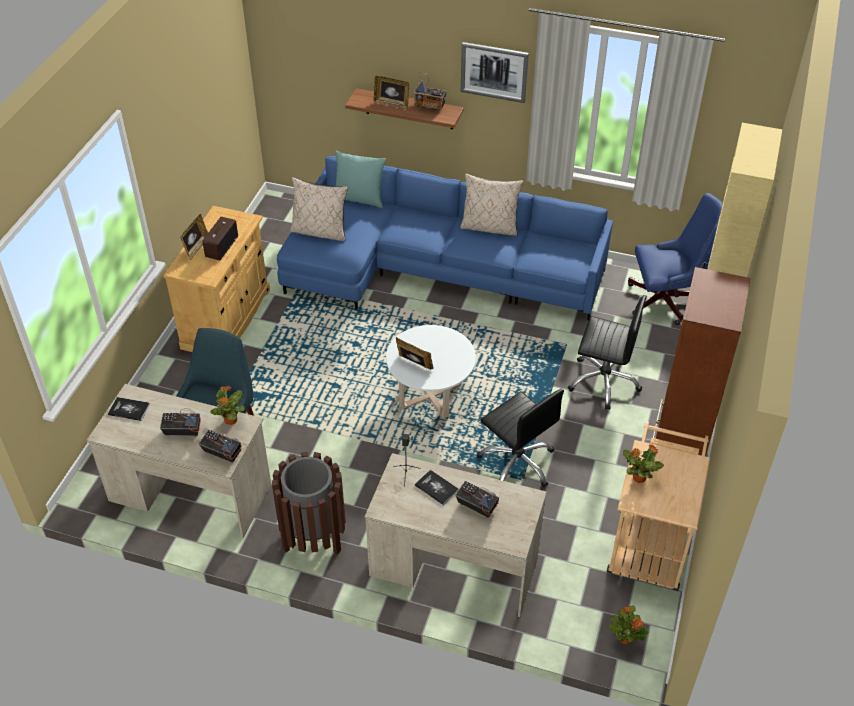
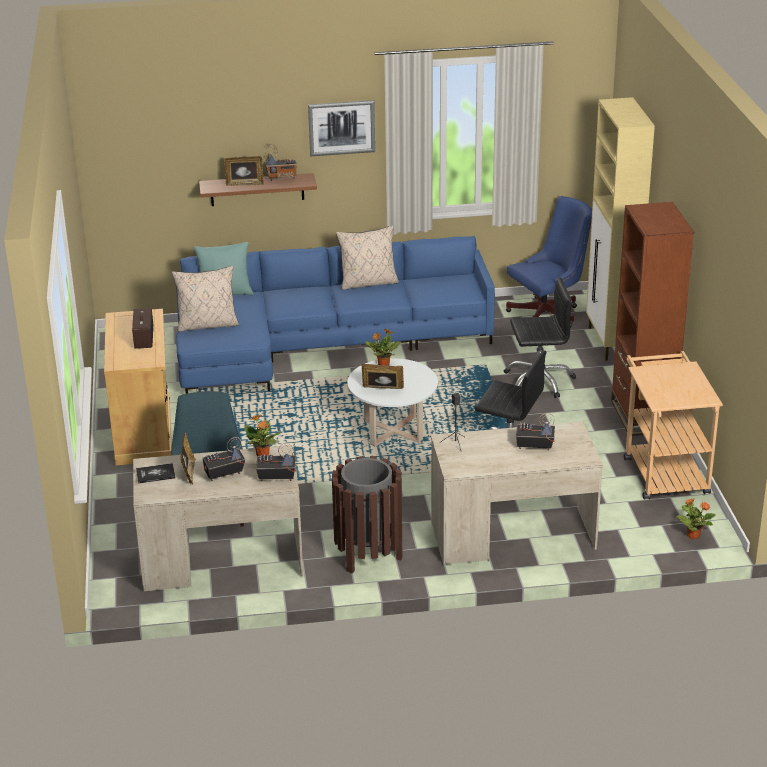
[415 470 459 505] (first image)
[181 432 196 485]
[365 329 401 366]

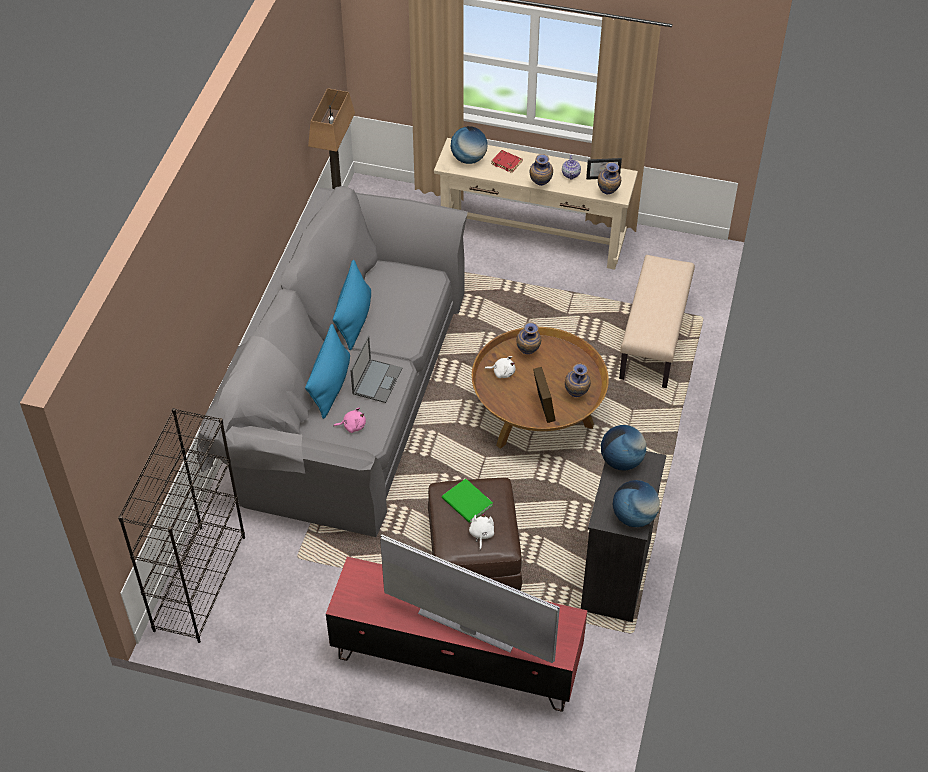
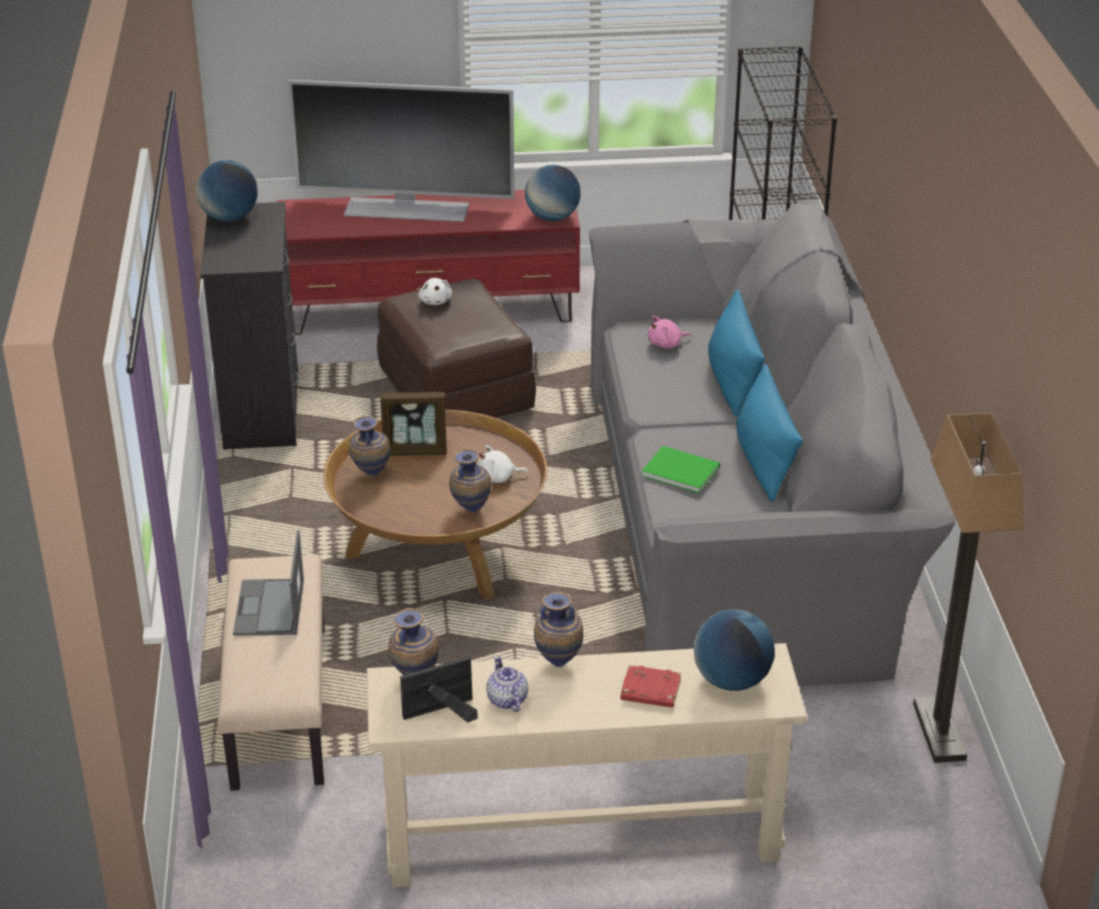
[233 530 304 636]
[642 446 720 493]
[525 165 581 221]
[380 392 447 456]

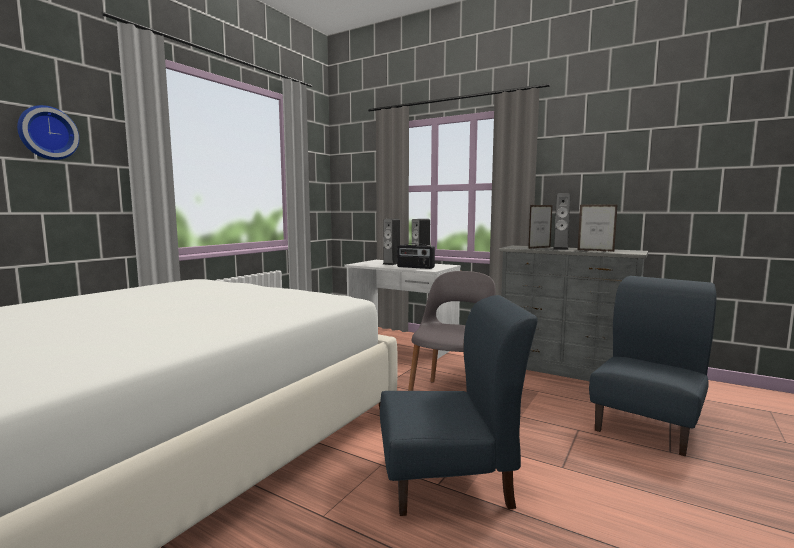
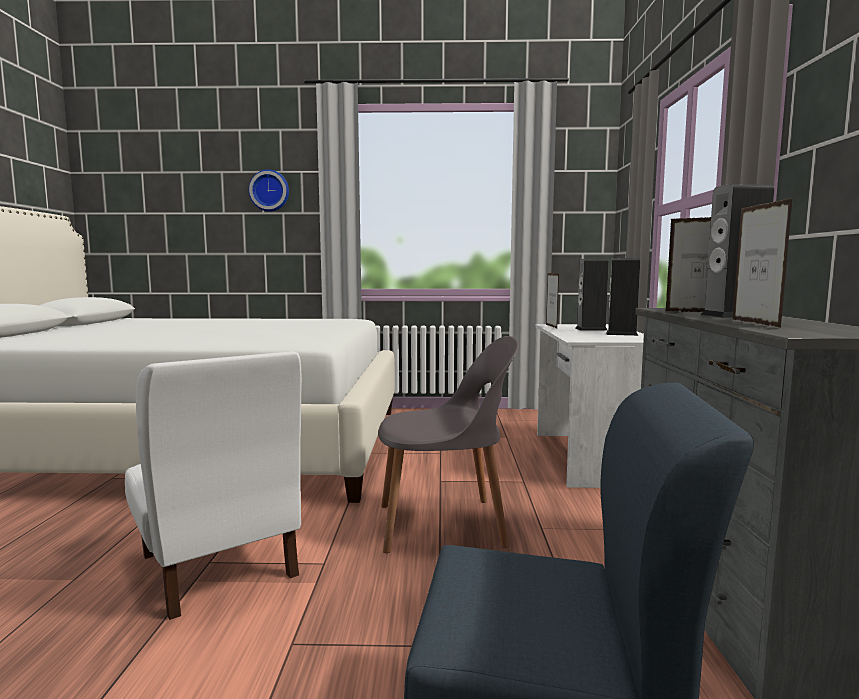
[397 243 435 269] (first image)
[546 273 559 329]
[125 351 302 620]

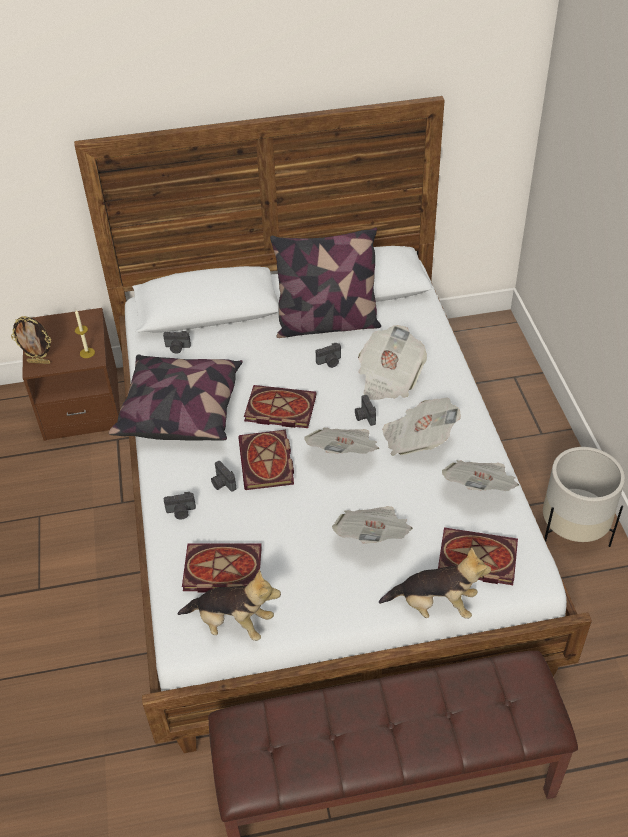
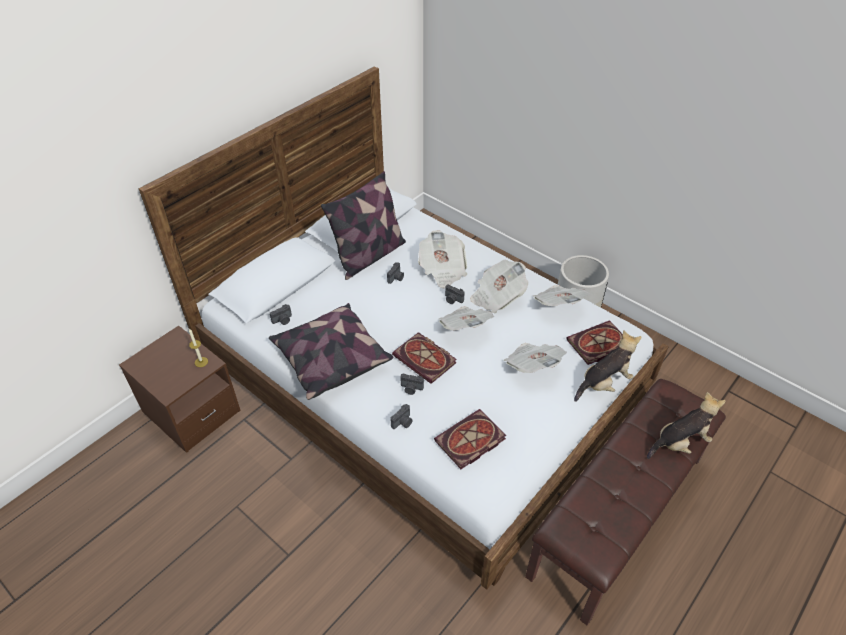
[11 316 51 364] (first image)
[244 385 316 428] (first image)
[647 392 725 459]

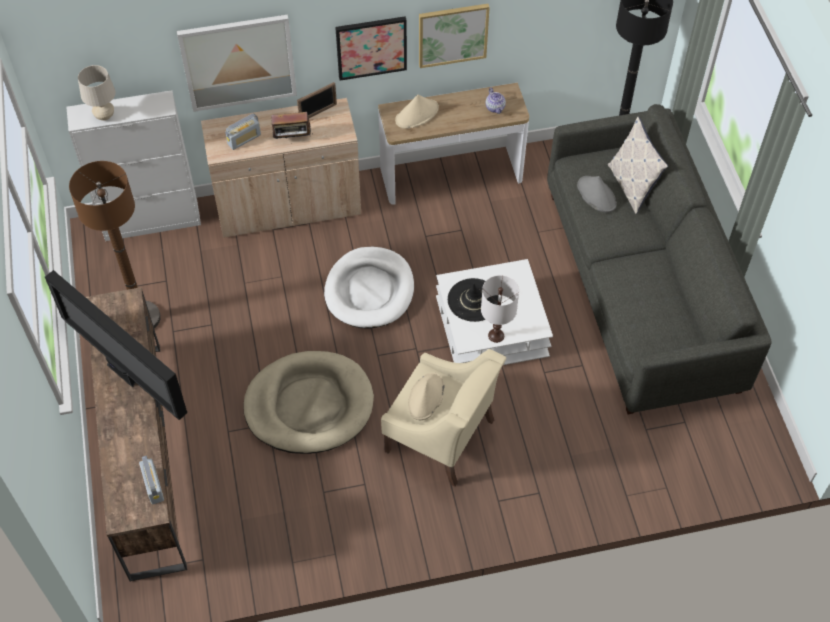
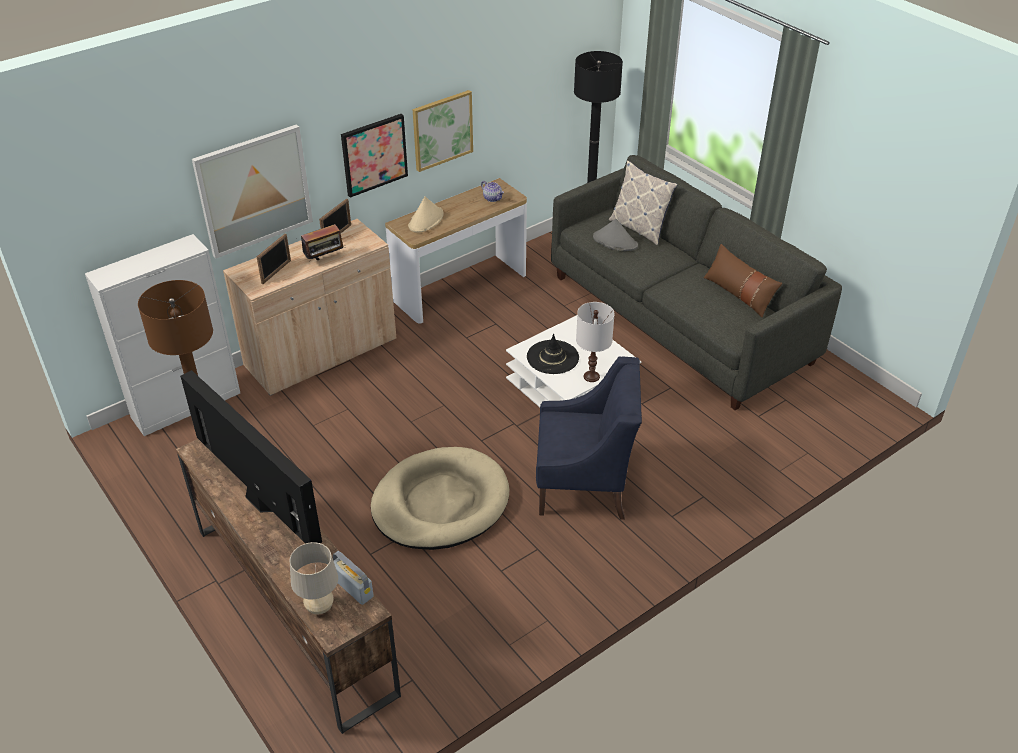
[324 247 414 329] (first image)
[408 372 445 420] (first image)
[704 244 782 318]
[290 542 338 615]
[257 234 291 284]
[536 357 642 520]
[180 370 322 544]

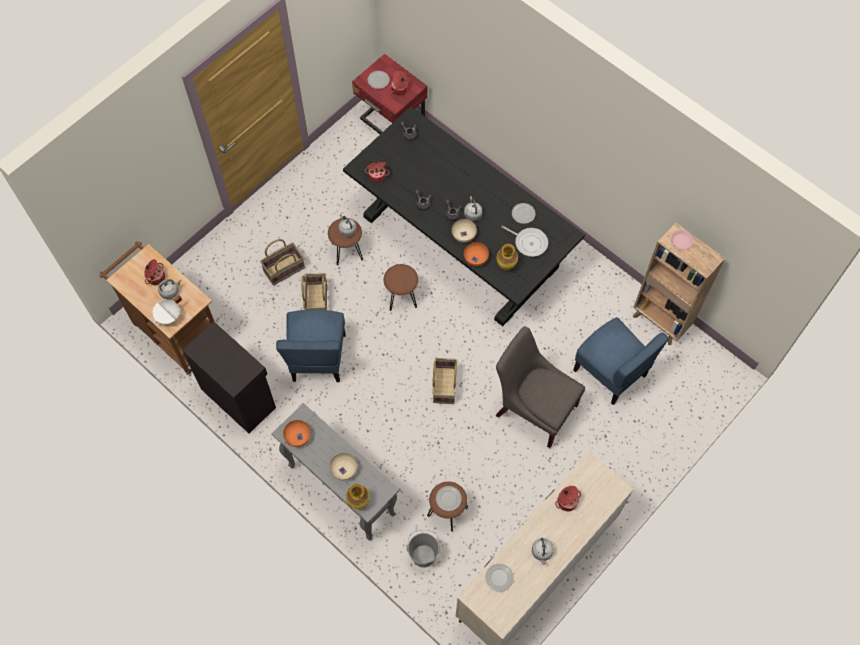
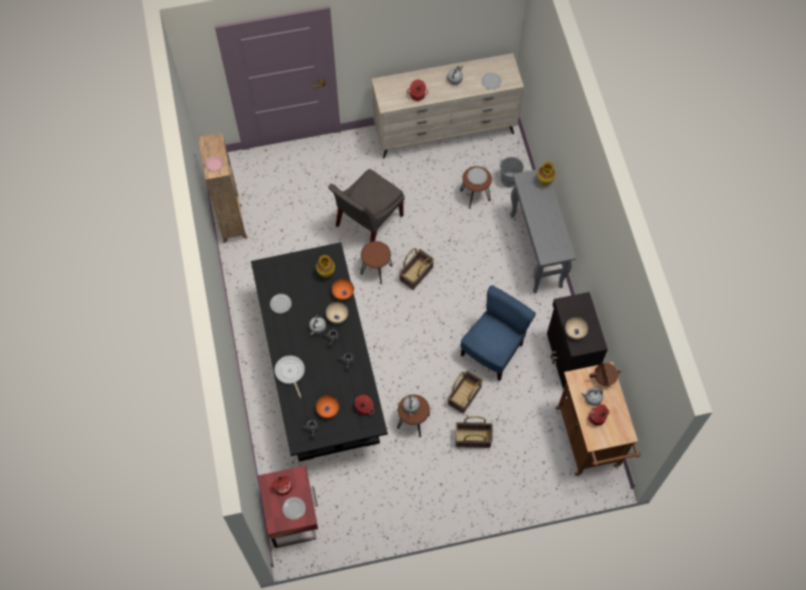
[573 317 669 405] (first image)
[316 395 339 418]
[565 317 588 339]
[360 241 393 284]
[274 355 305 398]
[589 363 621 386]
[328 169 404 242]

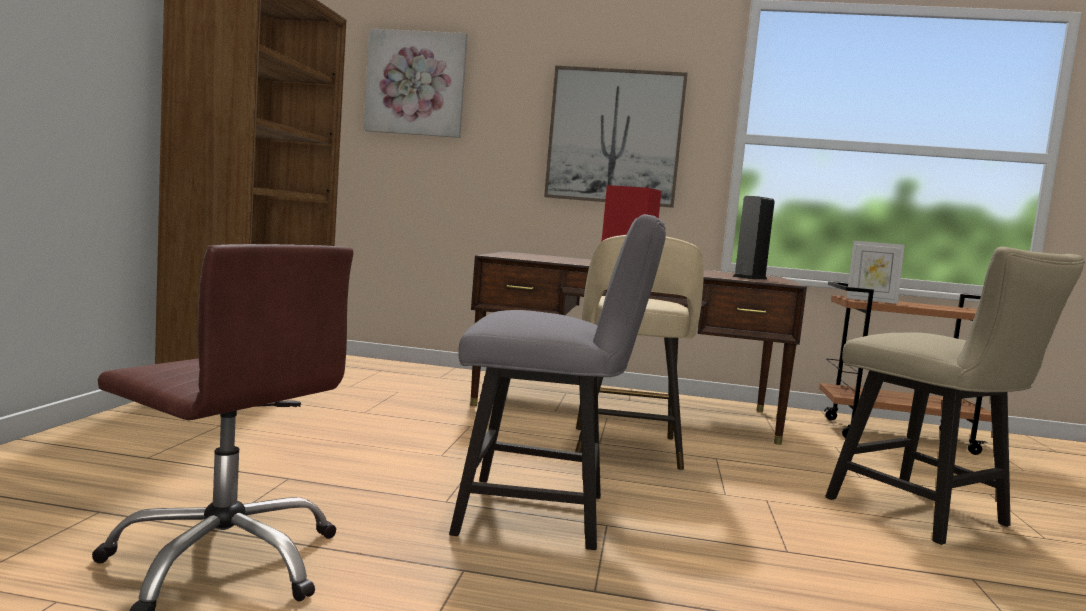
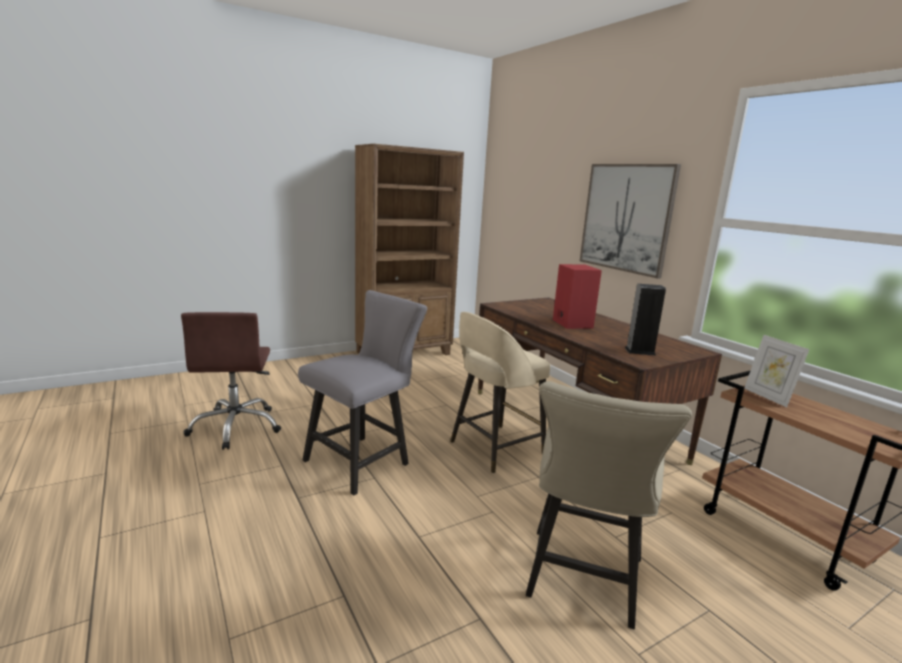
[363 28 468 138] (first image)
[298 290 427 495]

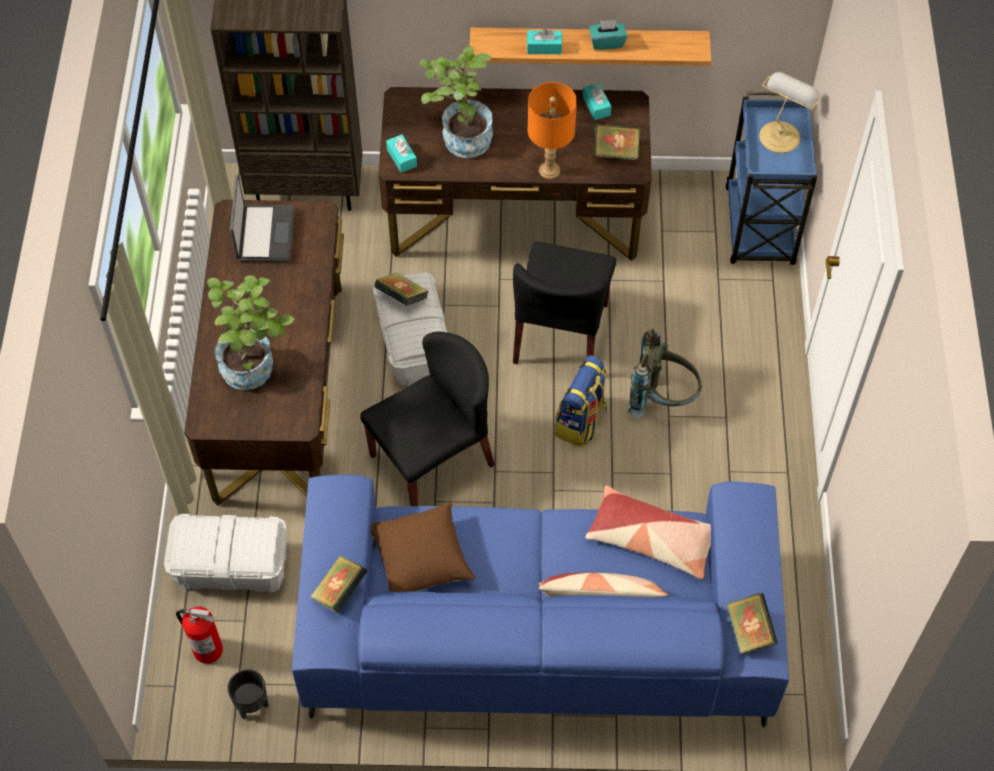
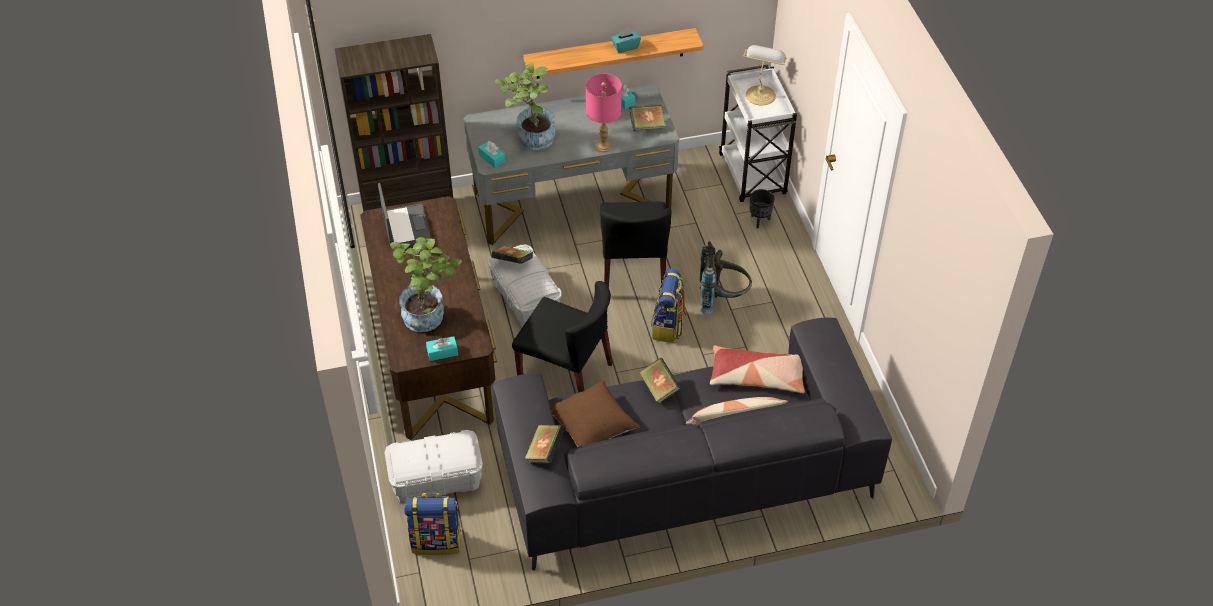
[750 189 774 229]
[426 336 458 361]
[639 358 681 404]
[404 493 462 555]
[493 318 892 570]
[464 85 679 245]
[586 74 622 152]
[719 65 797 202]
[512 281 613 392]

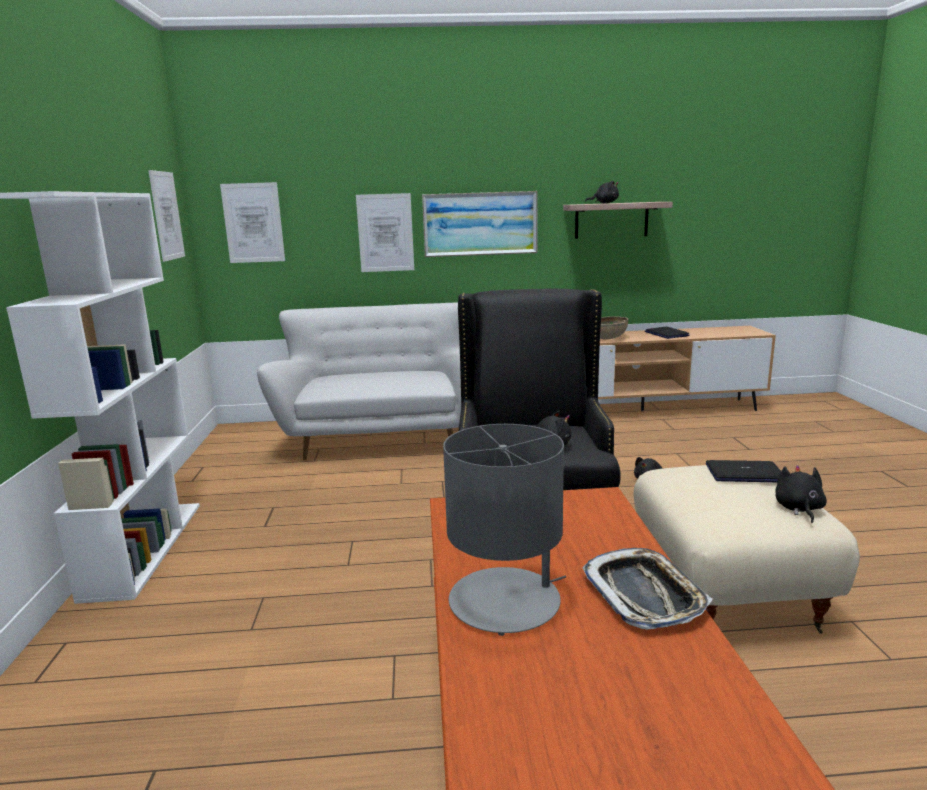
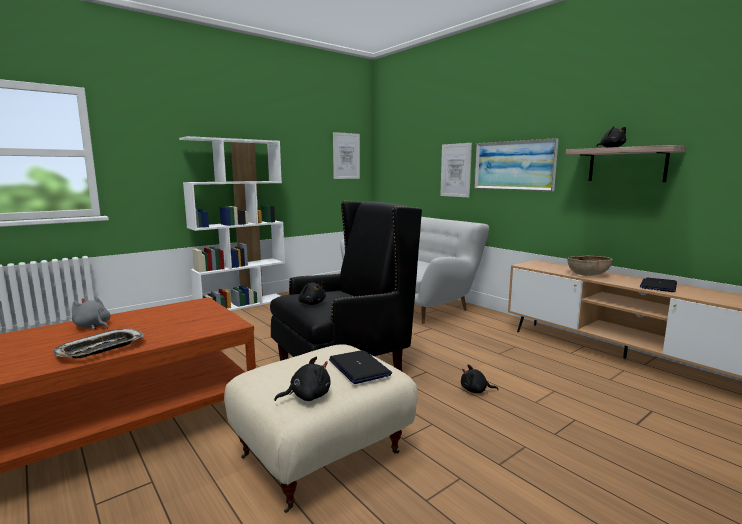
[220 182 285 263] (first image)
[72 296 111 329]

